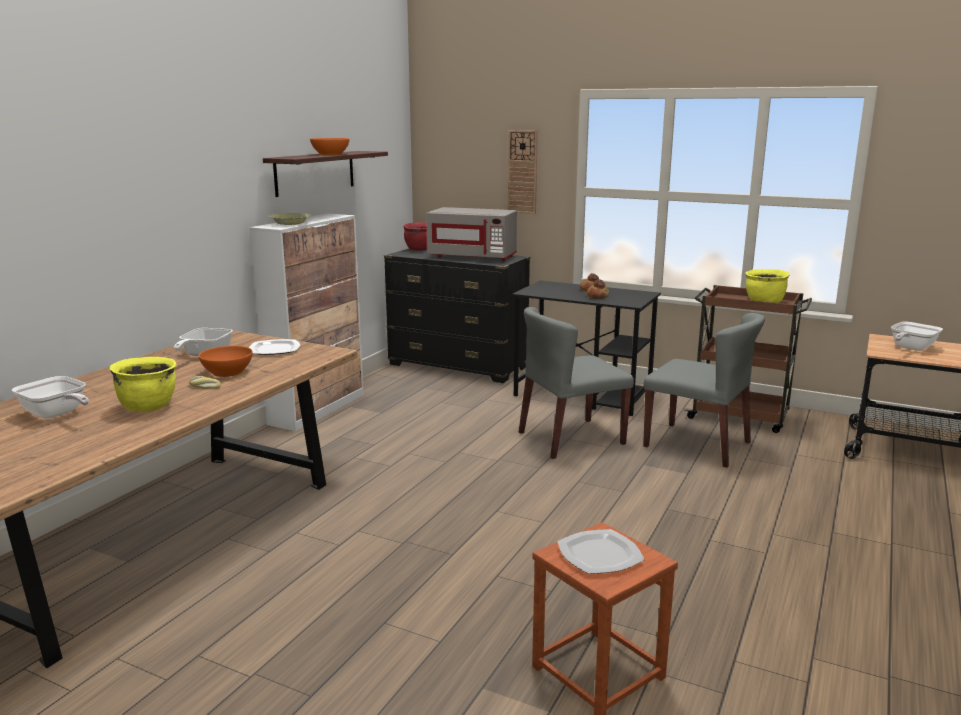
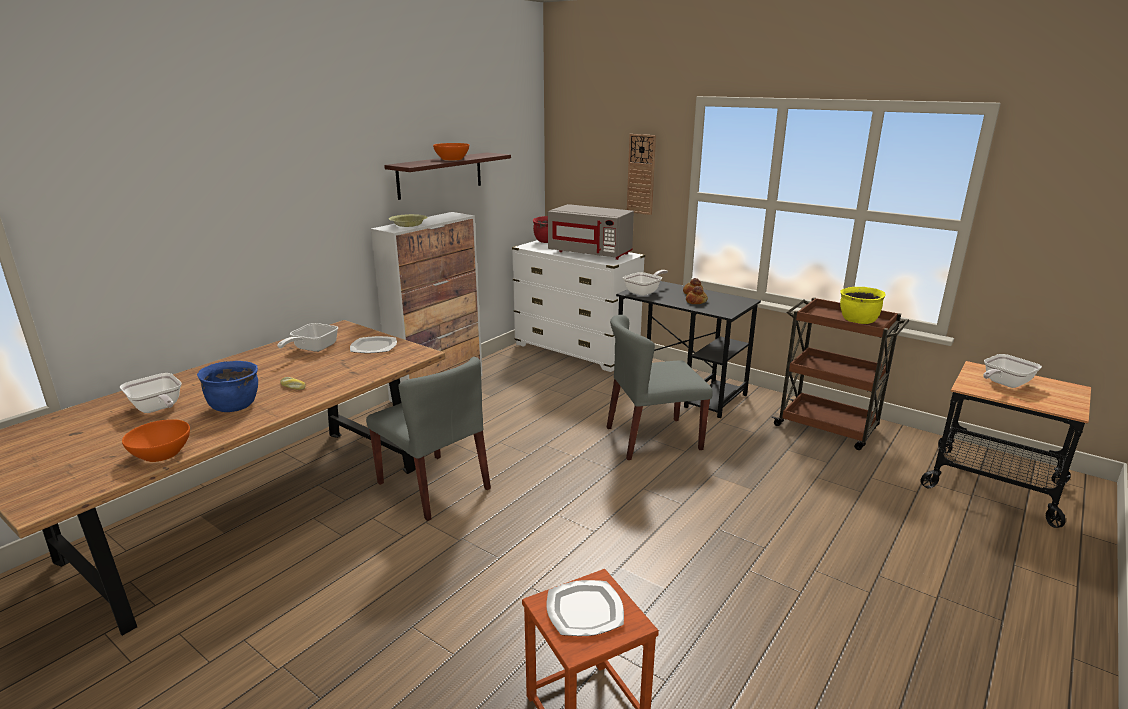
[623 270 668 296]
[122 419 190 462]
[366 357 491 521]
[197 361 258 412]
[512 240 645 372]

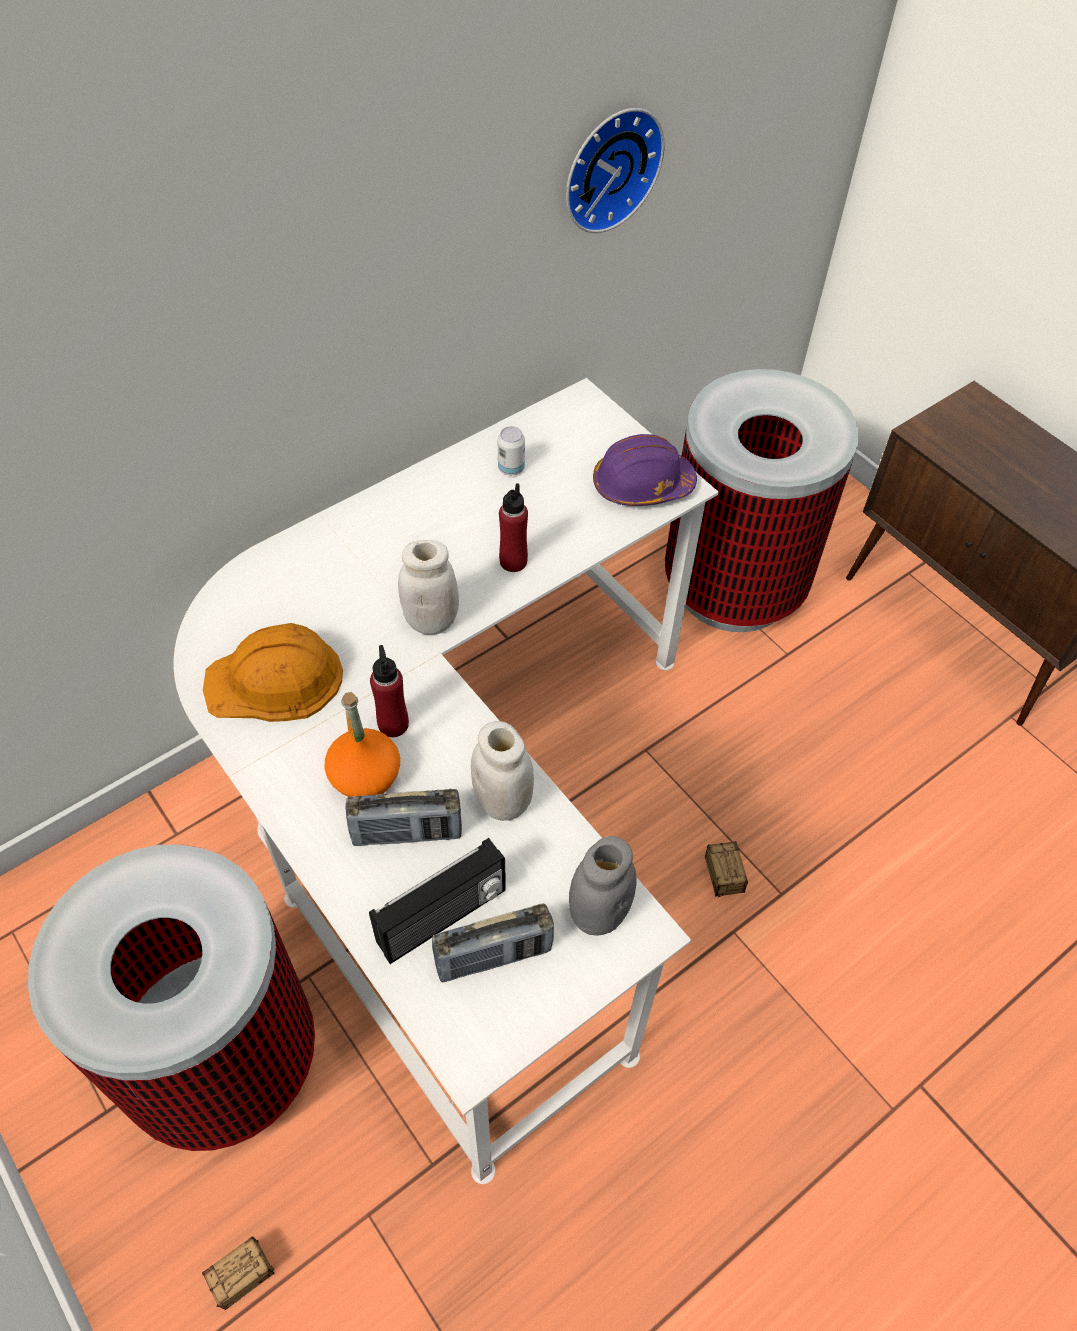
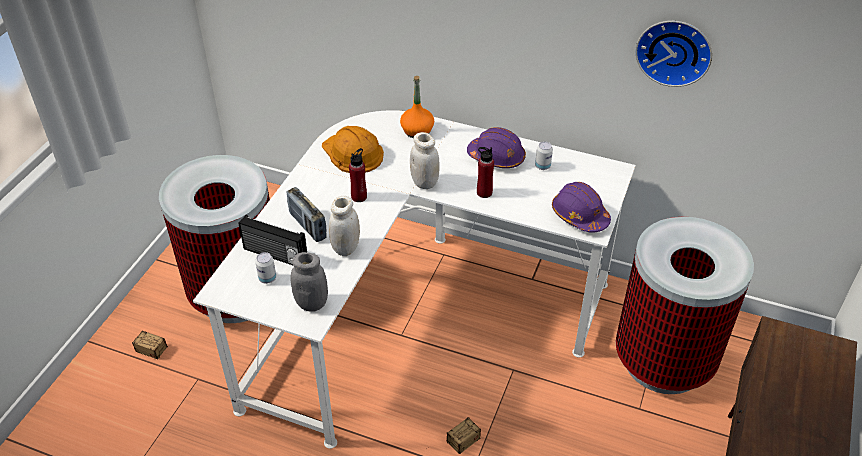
[467 127 526 168]
[400 76 434 138]
[255 252 276 284]

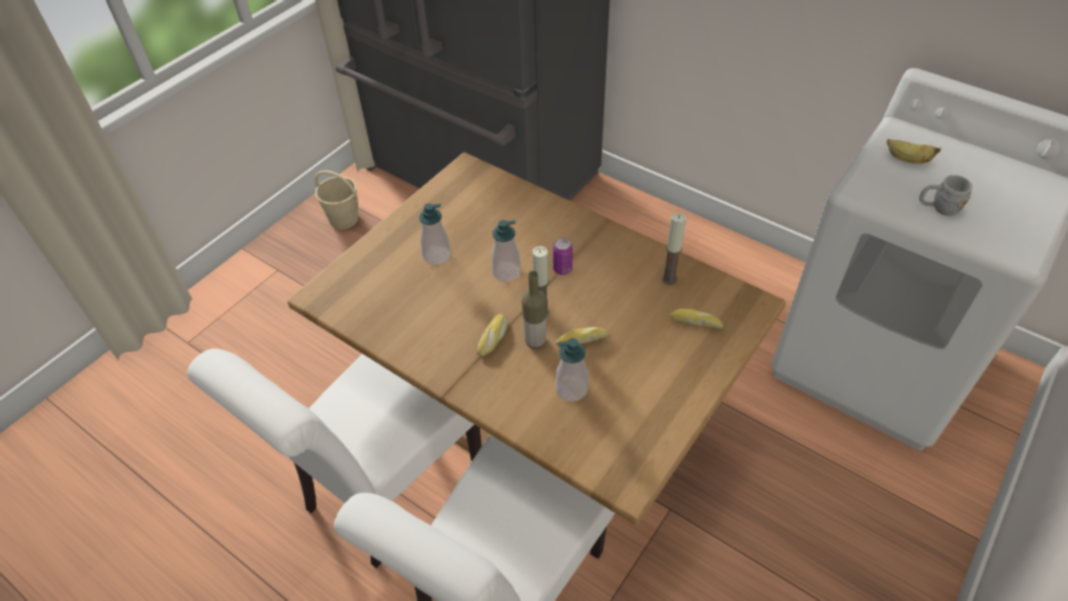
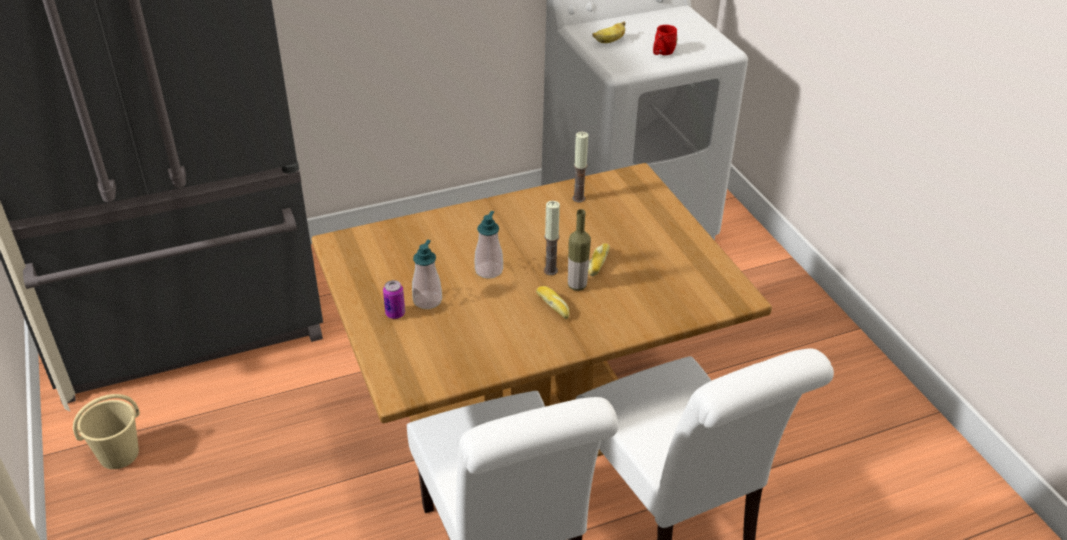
[555 338 589 402] (first image)
[670 309 723 329] (first image)
[383 280 405 319]
[653 25 678 55]

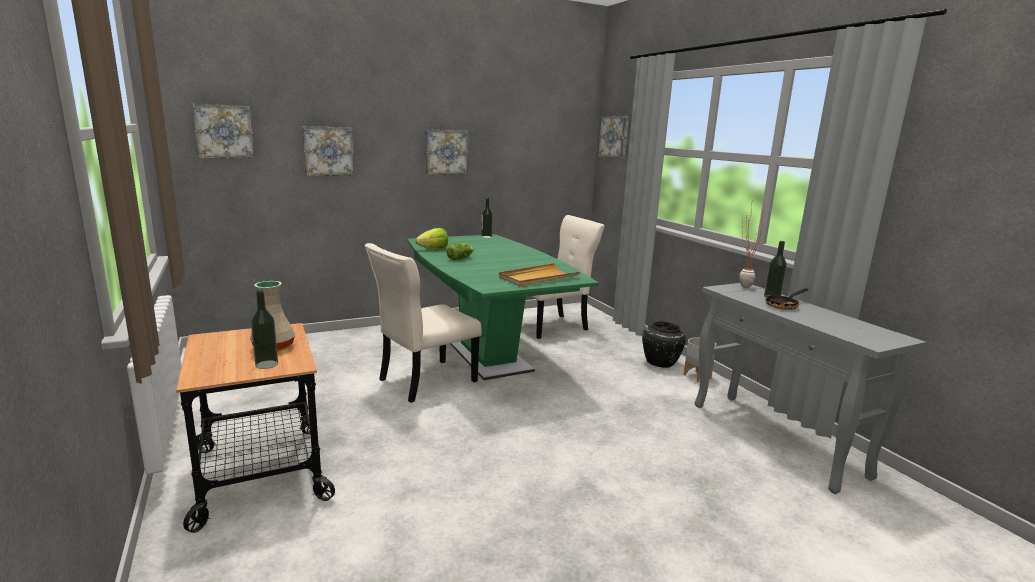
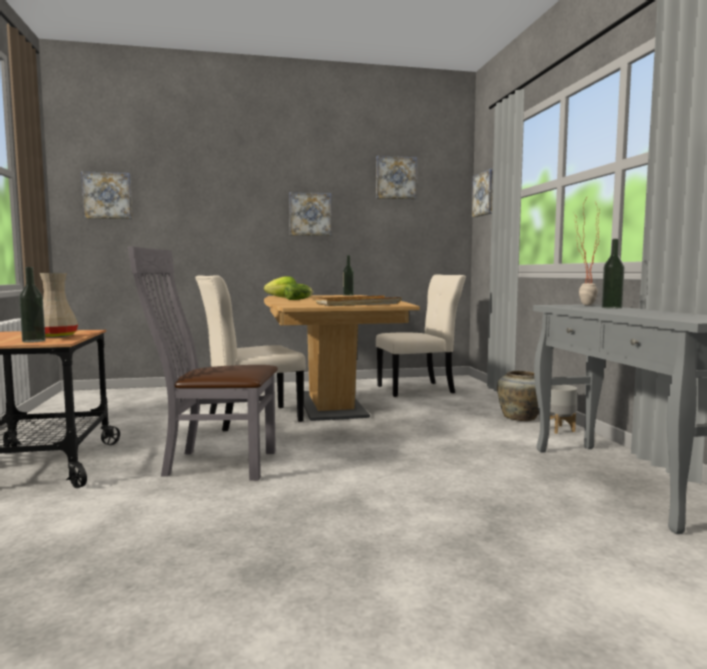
[766 288 808 310] (first image)
[128 246 278 481]
[376 156 417 200]
[264 295 420 421]
[497 371 539 421]

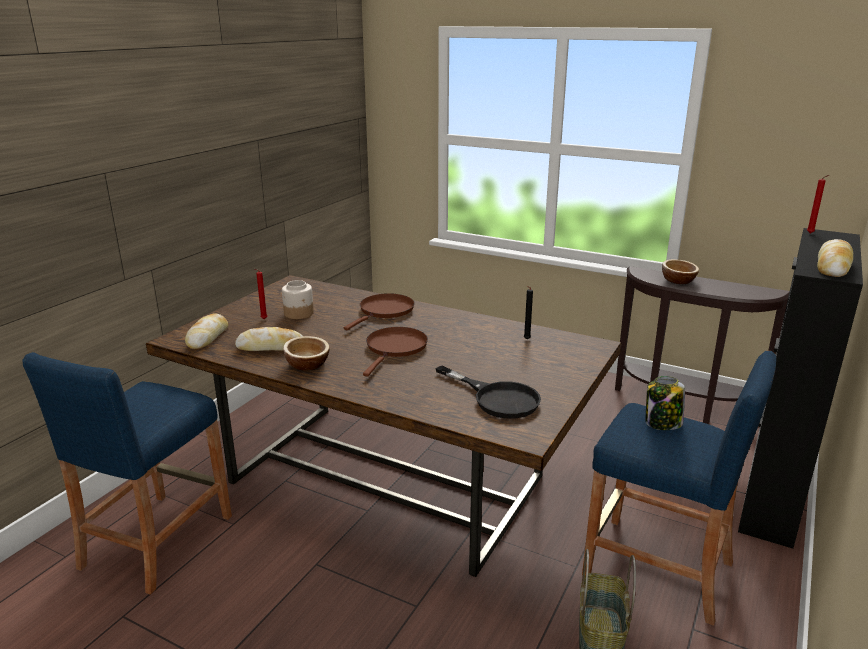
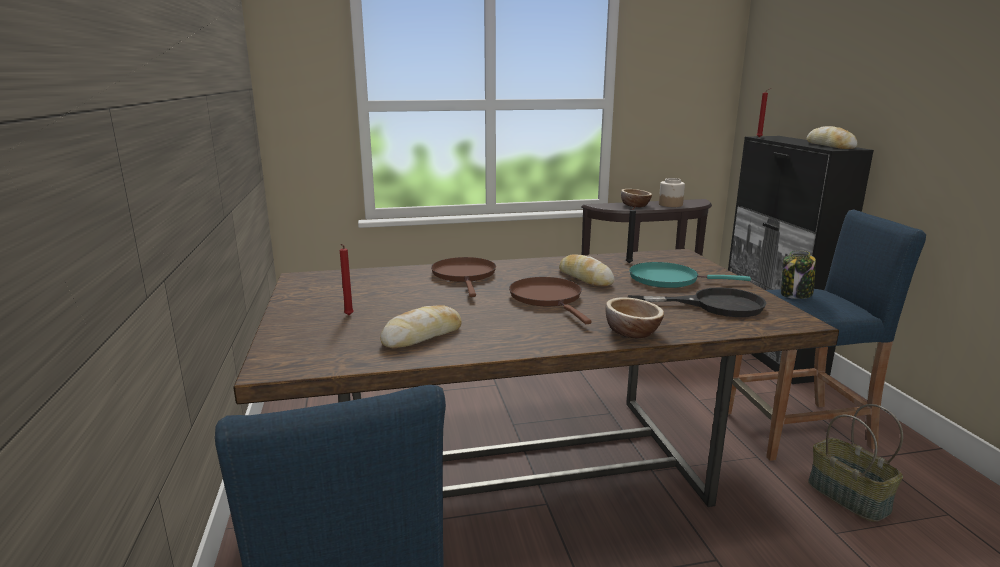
[629 262 751 288]
[559 254 614 286]
[659 178 685 207]
[606 297 664 338]

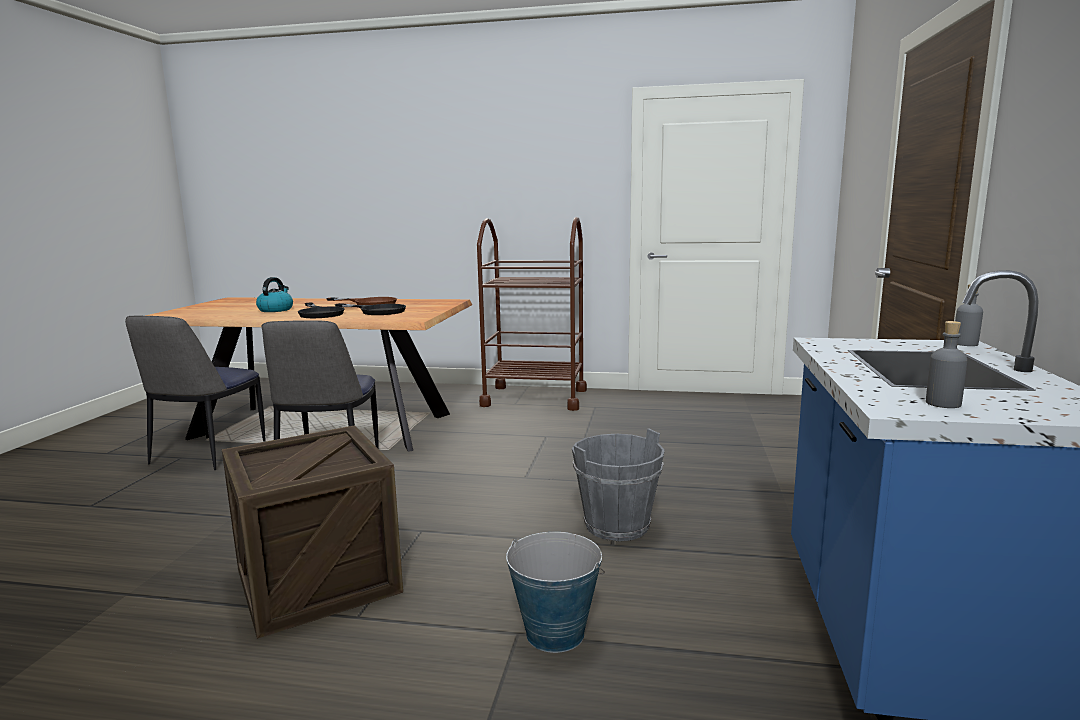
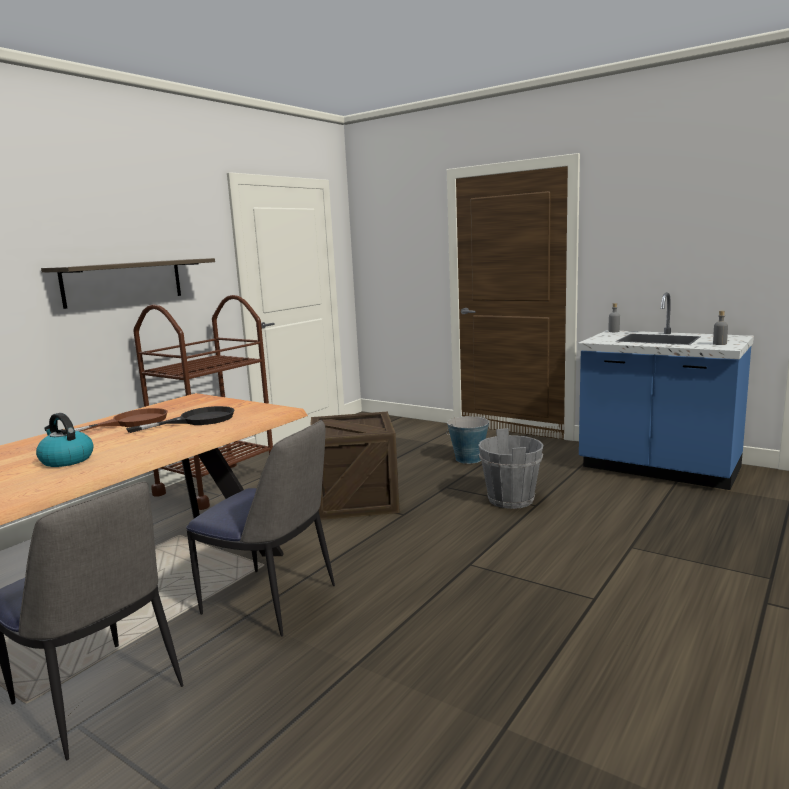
[298 302 345 318] (first image)
[41 258 215 309]
[310 412 400 520]
[446 416 489 464]

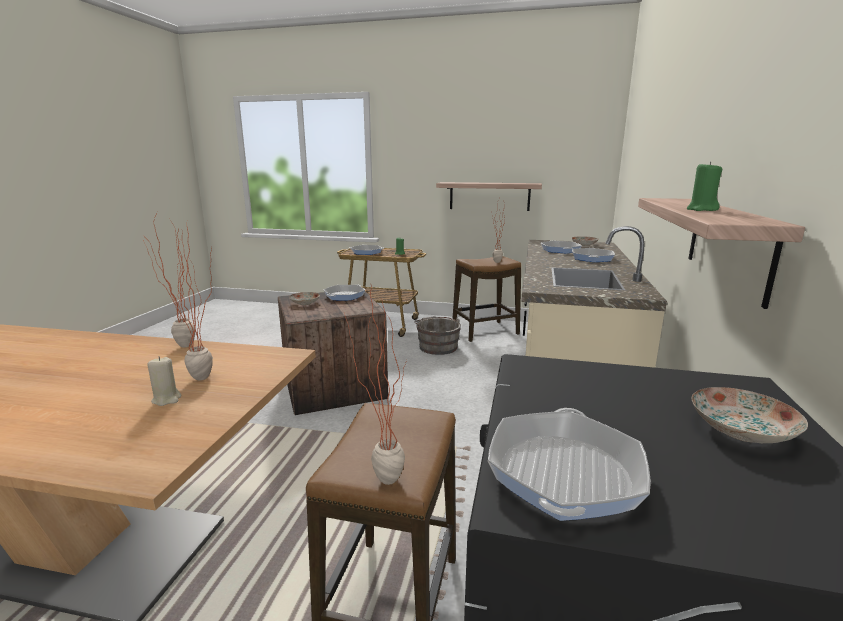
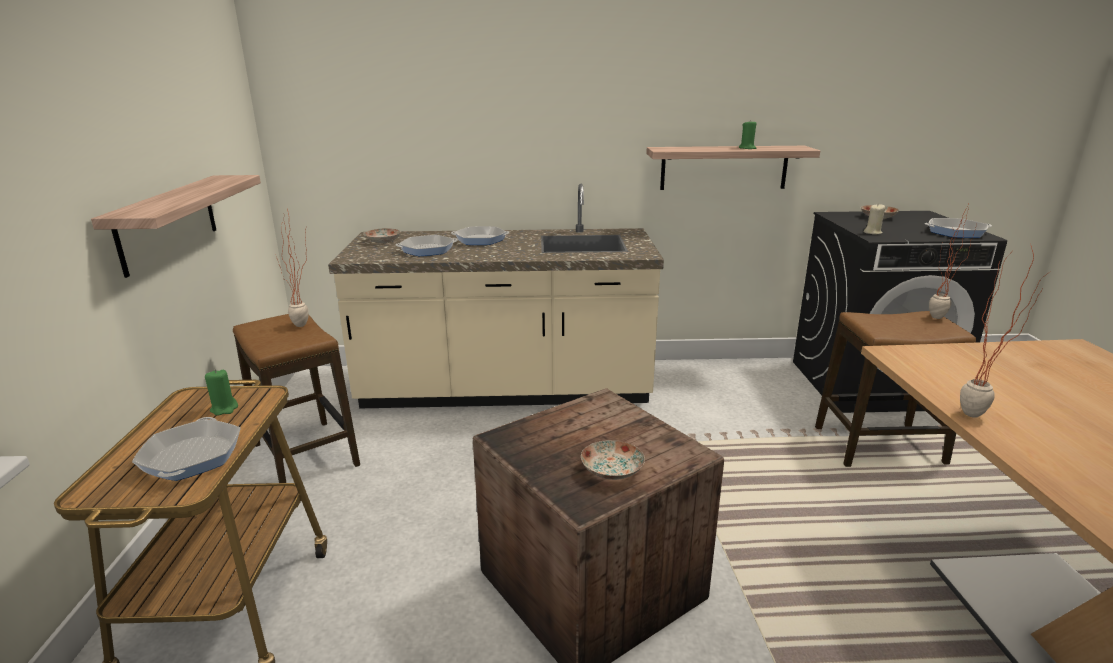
[169 228 213 381] (first image)
[323 285 365 300] (first image)
[414 316 461 355] (first image)
[864 203 885 234]

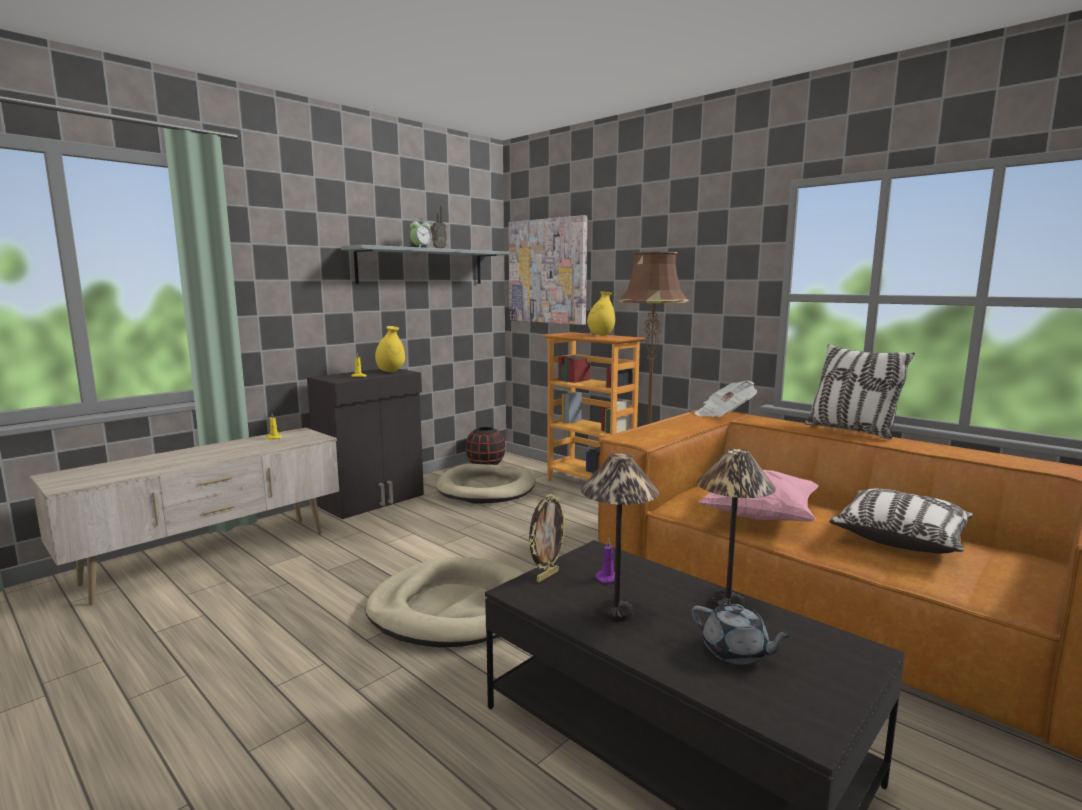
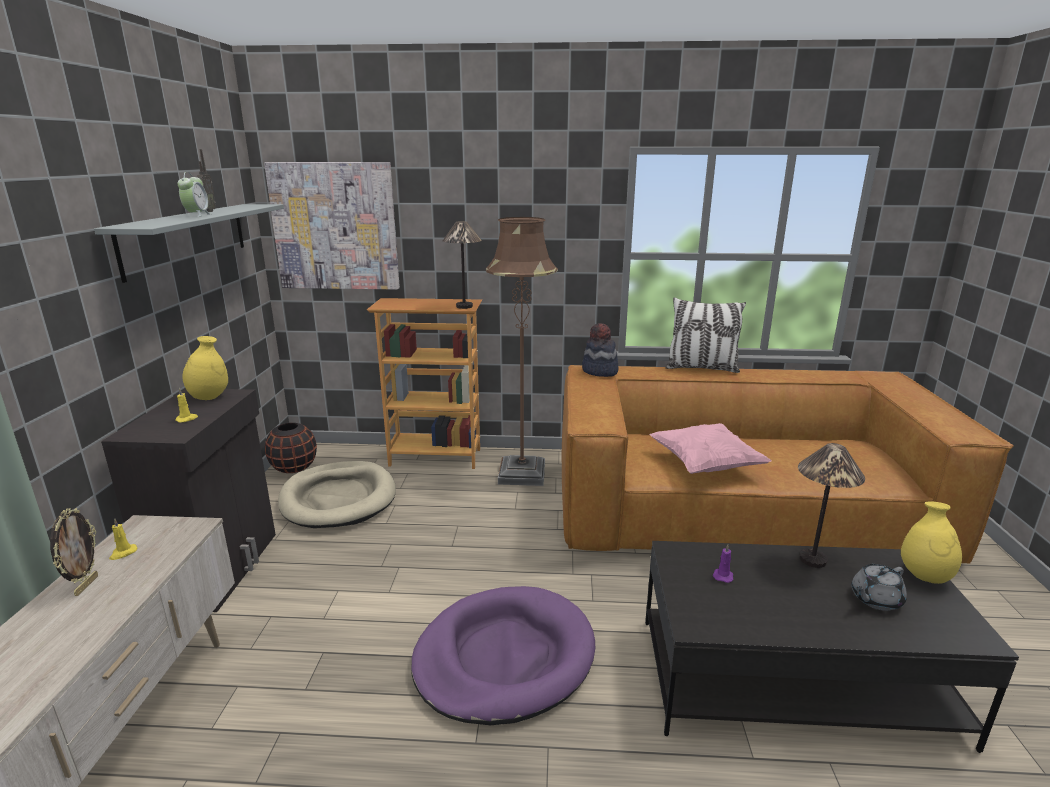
[829 489 974 554] (first image)
[50 508 98 596]
[443 221 482 309]
[901 501 962 584]
[582 323 619 377]
[411 586 595 725]
[851 564 907 611]

